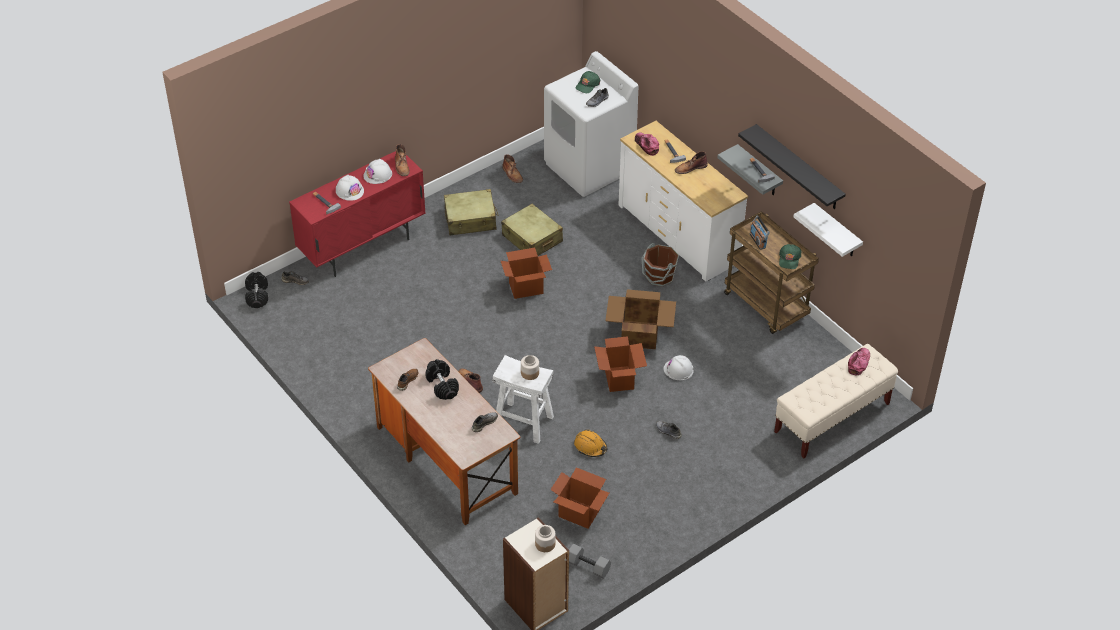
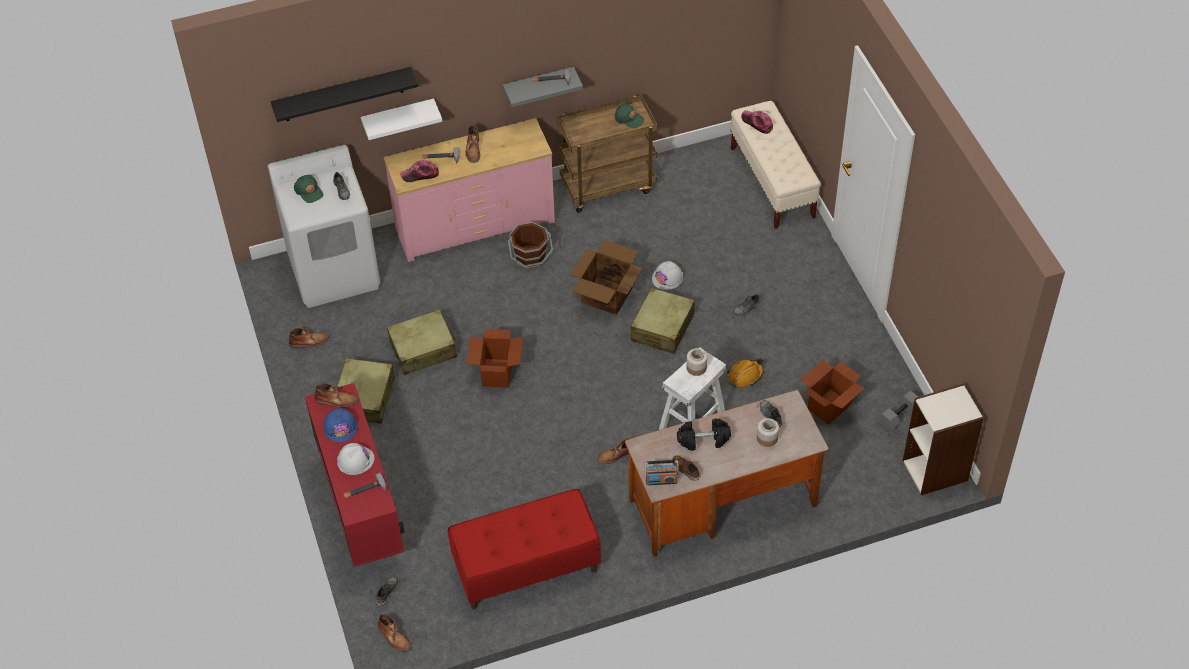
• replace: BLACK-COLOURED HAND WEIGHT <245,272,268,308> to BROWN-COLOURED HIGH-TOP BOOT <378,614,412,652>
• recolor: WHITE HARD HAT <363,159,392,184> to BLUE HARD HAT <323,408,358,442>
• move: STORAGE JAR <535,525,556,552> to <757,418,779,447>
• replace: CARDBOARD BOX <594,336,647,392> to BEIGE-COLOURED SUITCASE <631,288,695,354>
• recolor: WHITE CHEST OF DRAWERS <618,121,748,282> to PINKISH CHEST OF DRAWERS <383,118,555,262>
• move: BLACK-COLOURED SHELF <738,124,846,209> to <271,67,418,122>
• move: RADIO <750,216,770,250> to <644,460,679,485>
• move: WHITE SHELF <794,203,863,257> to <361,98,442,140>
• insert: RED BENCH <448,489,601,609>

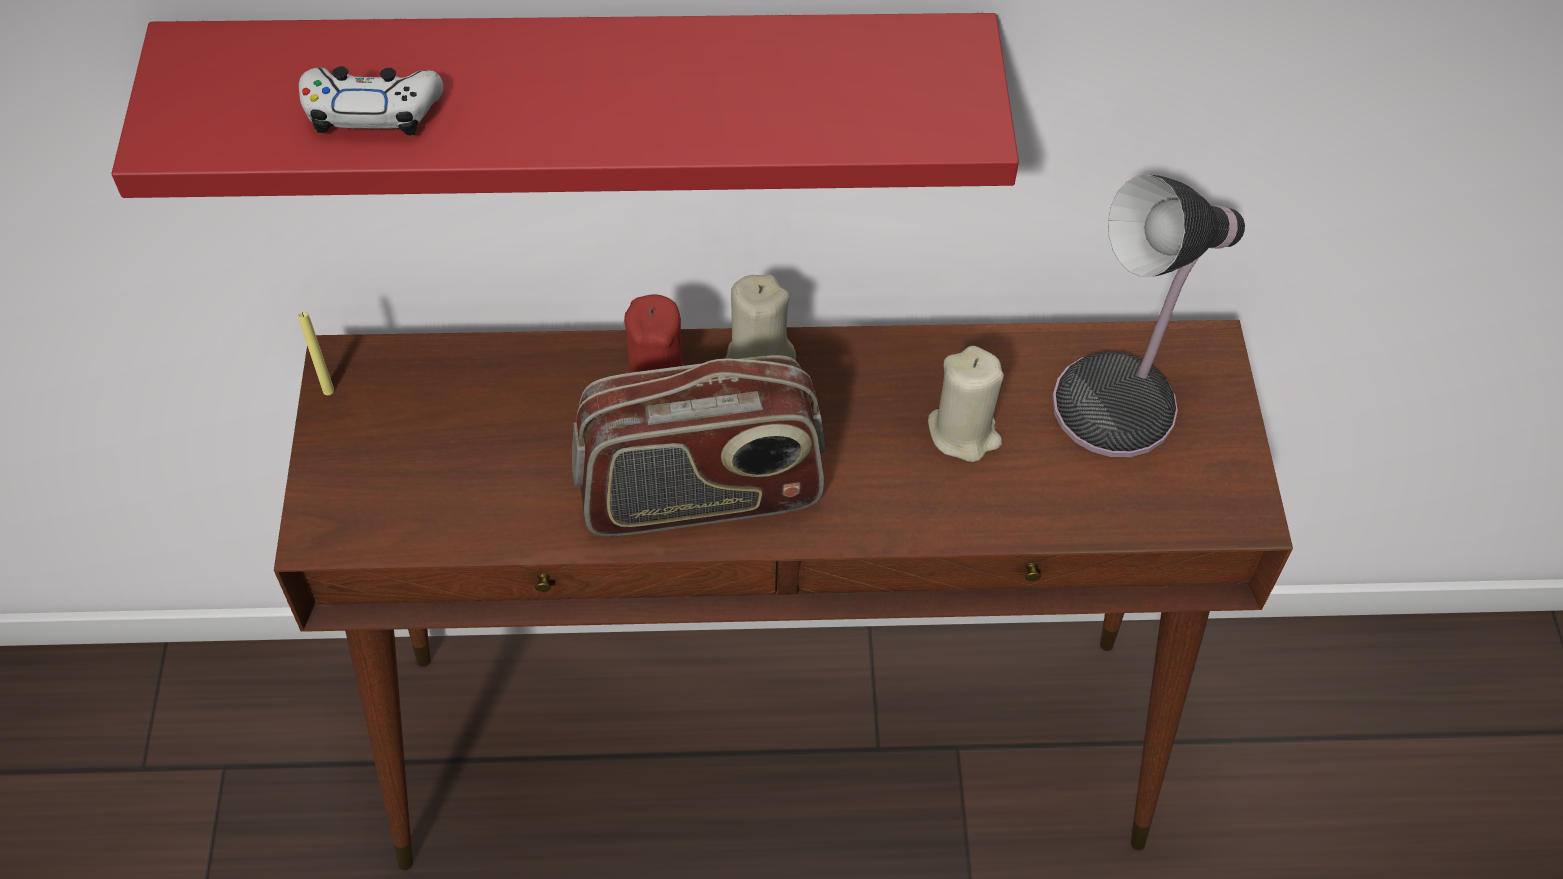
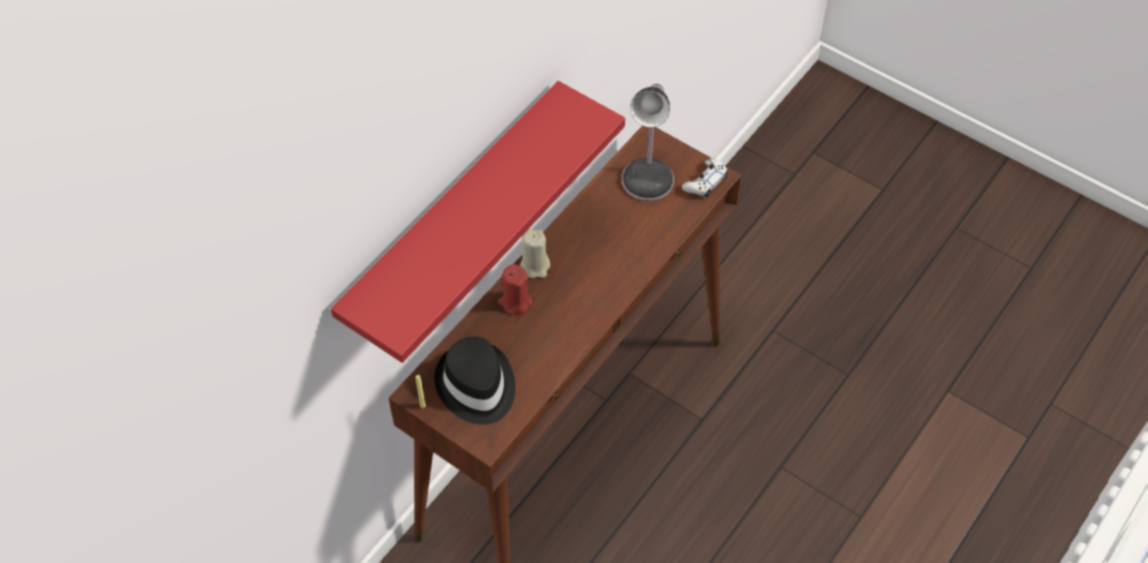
• move: WHITE JOYPAD <299,66,443,136> to <682,159,728,197>
• delete: RADIO <572,355,825,536>
• delete: BEIGE-COLOURED WAX LIGHT <928,346,1004,462>
• insert: BLACK-COLOURED HAT <435,336,515,425>

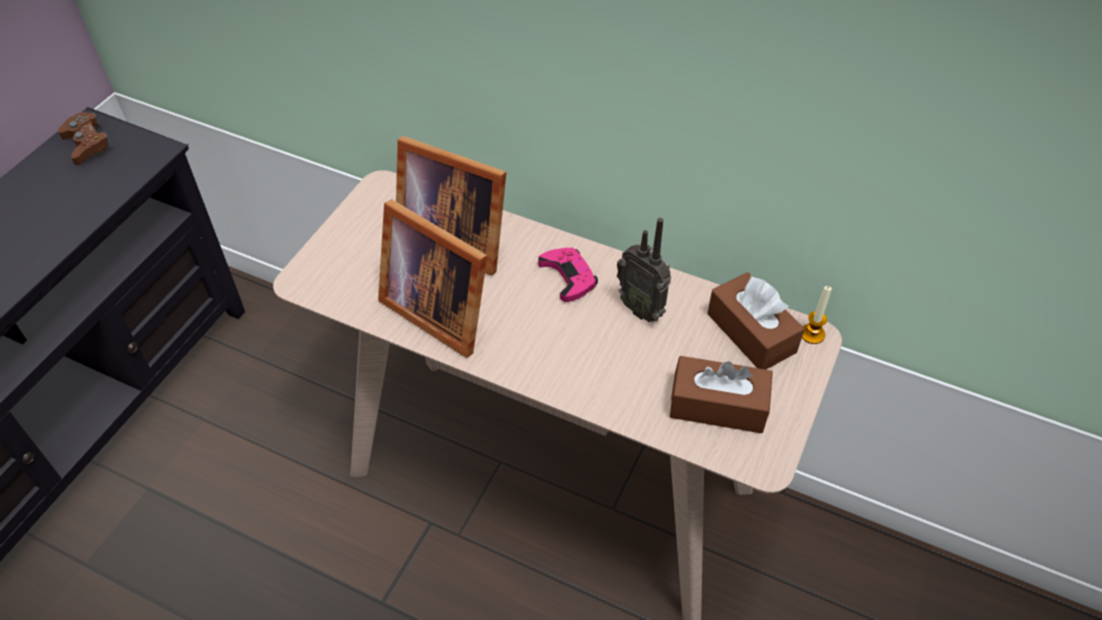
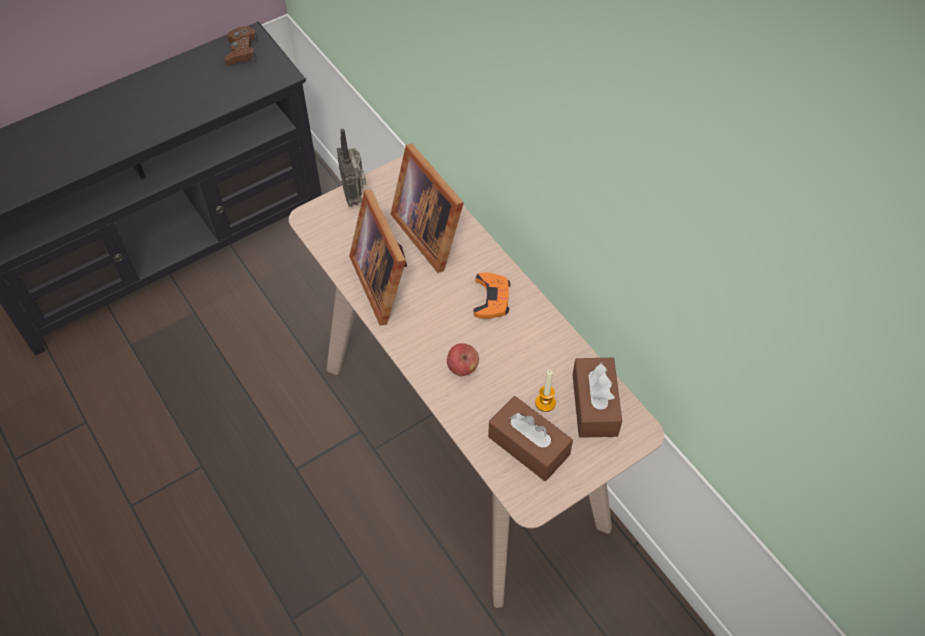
• recolor: PINKISH JOYPAD <538,248,598,302> to ORANGE-COLOURED JOYPAD <473,273,510,319>
• move: RADIO <616,218,671,322> to <337,129,367,207>
• move: WAX LIGHT <802,286,832,344> to <535,370,556,412>
• insert: WHOLE APPLE <447,343,479,376>

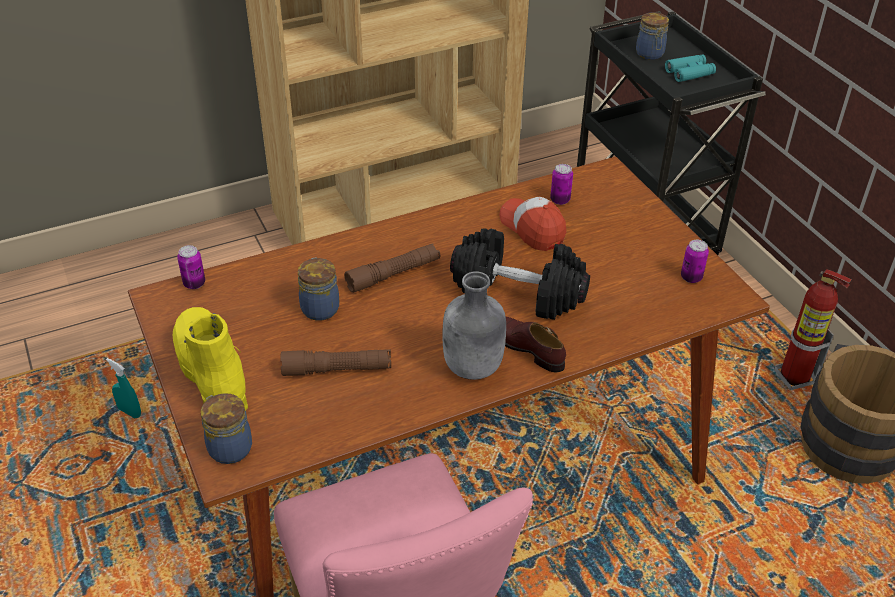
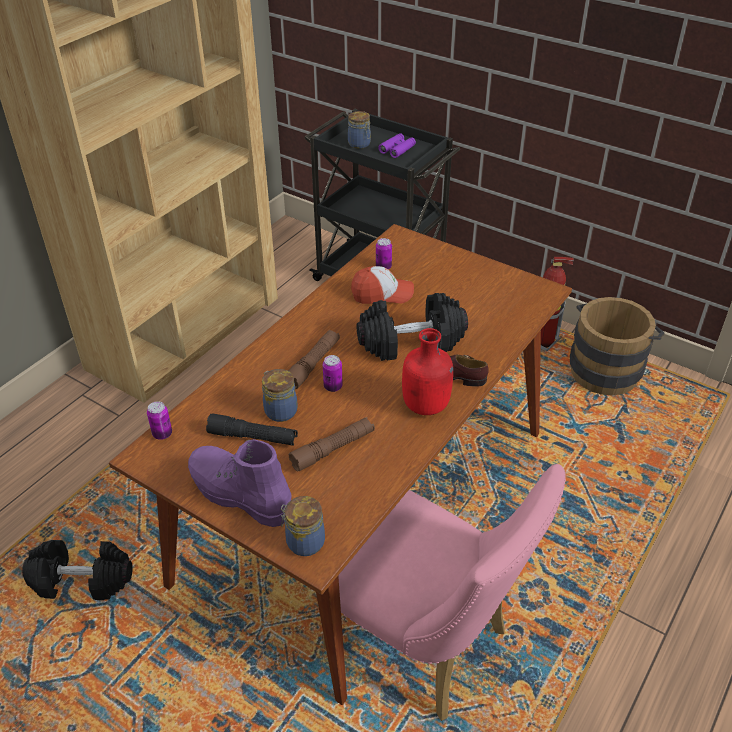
• replace: TURQUOISE-COLOURED HAND SPRAYER <106,358,141,418> to BLACK-COLOURED HAND WEIGHT <22,540,133,600>
• recolor: YELLOW HIGH-TOP BOOT <173,307,248,411> to PURPLISH HIGH-TOP BOOT <188,439,292,527>
• recolor: GRAY BOTTLE <442,271,506,380> to RED BOTTLE <402,328,453,415>
• rotate: CAP <499,197,566,251> = <351,266,414,304> 150 degrees clockwise
• recolor: TURQUOISE-COLOURED PAIR OF BINOCULARS <665,54,716,82> to PURPLISH PAIR OF BINOCULARS <378,133,416,158>
• move: METAL CAN <681,240,709,283> to <323,355,343,392>
• insert: BLACK-COLOURED FLASHLIGHT <206,413,298,446>

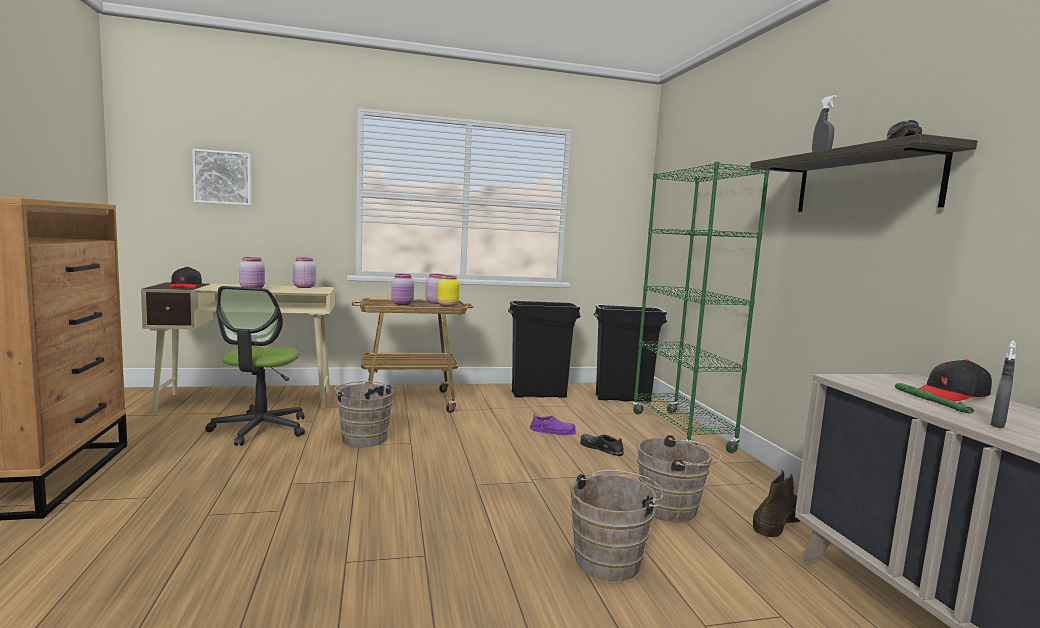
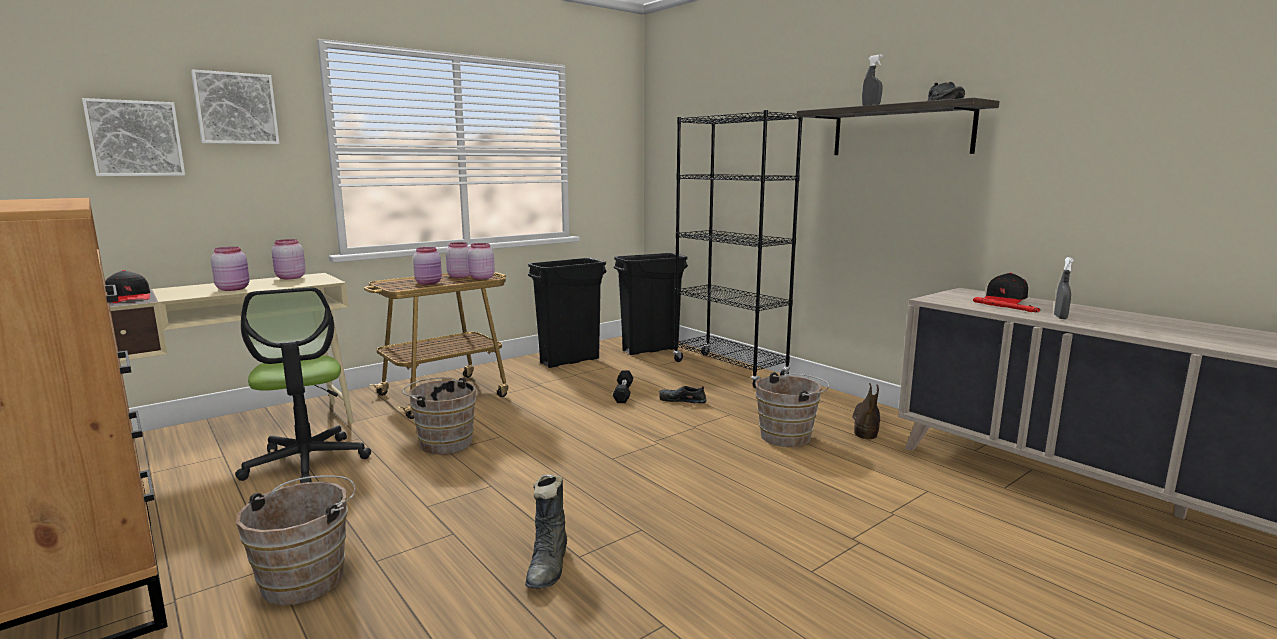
• recolor: YELLOW STORAGE JAR <437,275,459,307> to PINKISH STORAGE JAR <468,243,495,280>
• replace: PURPLISH LOW SHOE <530,414,576,435> to BLACK-COLOURED HAND WEIGHT <613,370,633,403>
• move: BROWN-COLOURED BUCKET <570,470,663,581> to <236,475,356,605>
• recolor: GREEN-COLOURED BOOKSHELF <632,162,770,453> to BLACK-COLOURED BOOKSHELF <673,110,803,388>
• recolor: GREEN-COLOURED FLASHLIGHT <895,383,974,414> to RED FLASHLIGHT <973,297,1040,313>
• insert: WALL PICTURE <191,69,279,144>
• insert: BLACK-COLOURED HIGH-TOP BOOT <525,474,567,589>

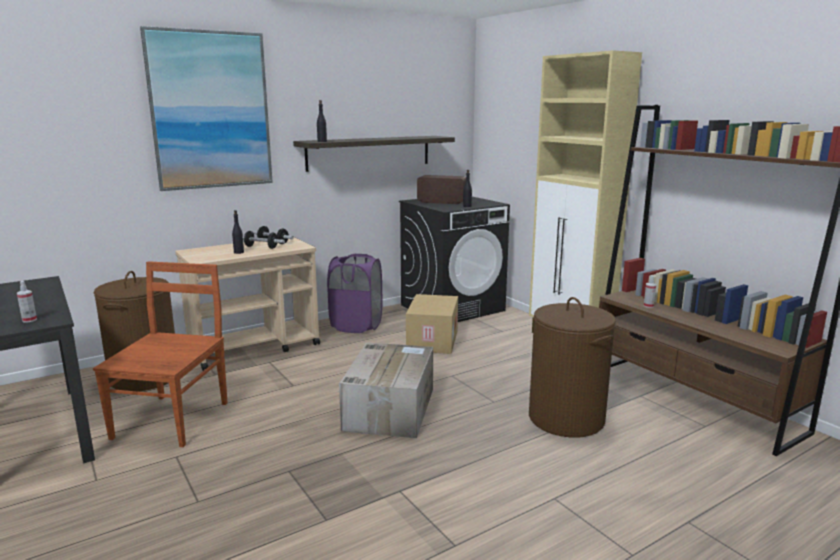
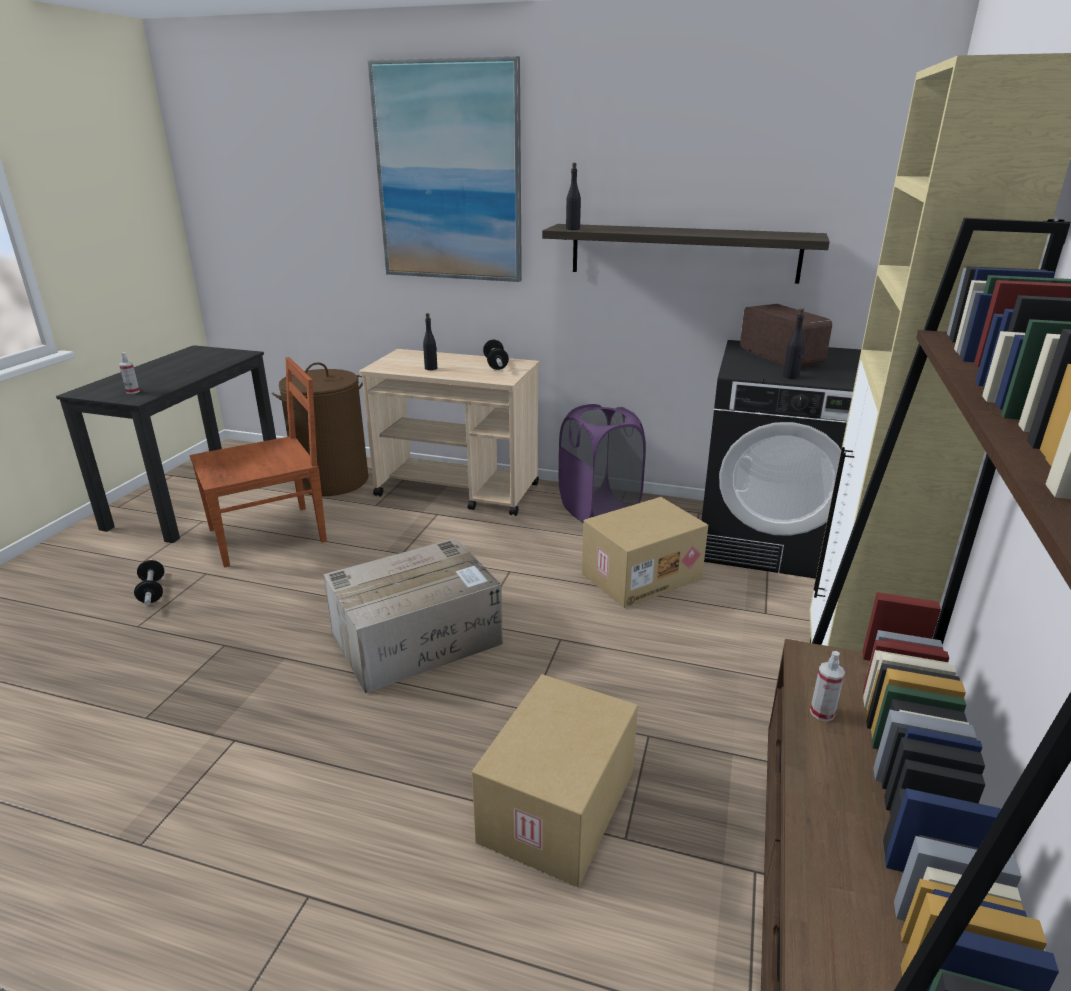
• move: HAND WEIGHT <243,231,285,249> to <134,559,164,605>
• replace: BROWN-COLOURED HAMPER <529,297,616,438> to CARDBOARD BOX <472,674,638,887>

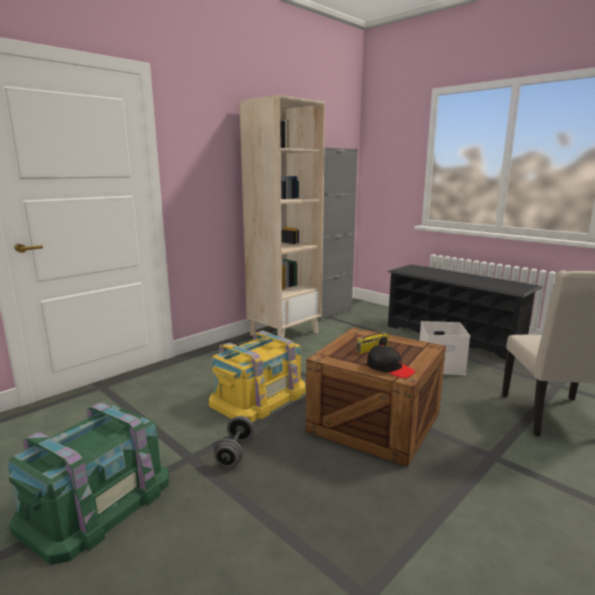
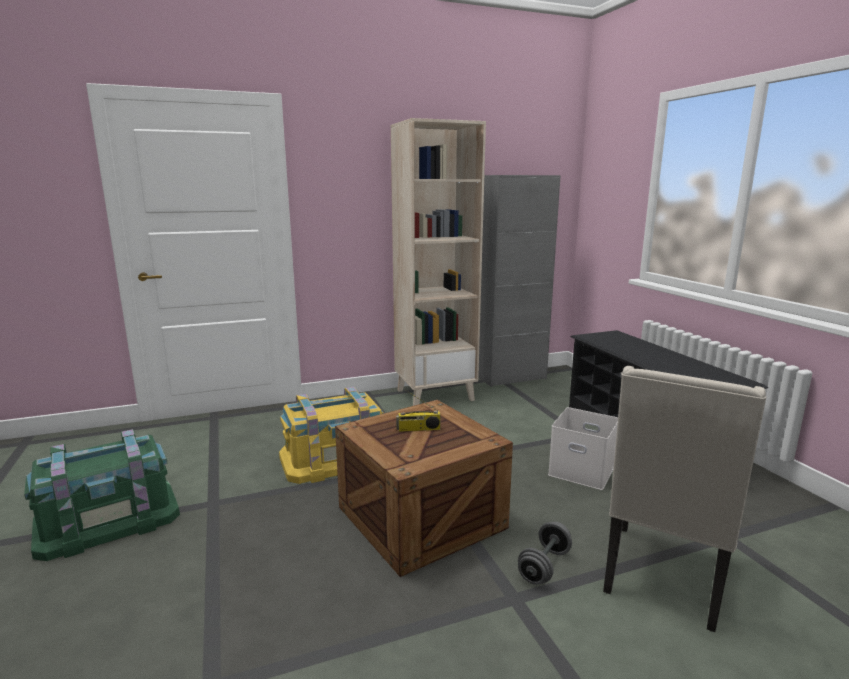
• move: GRAY HAND WEIGHT <214,416,254,467> to <518,522,572,585>
• delete: BLACK-COLOURED CAP <367,345,415,378>

